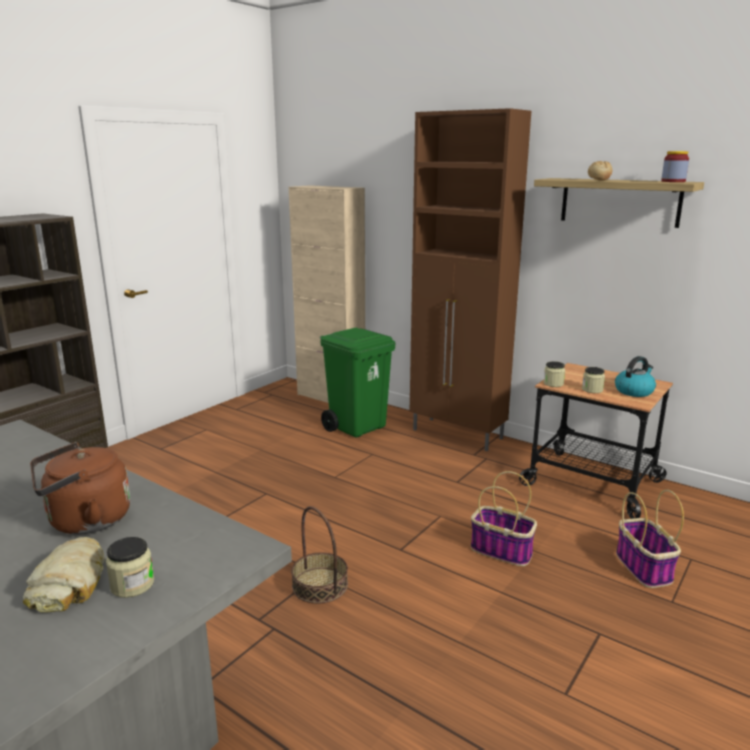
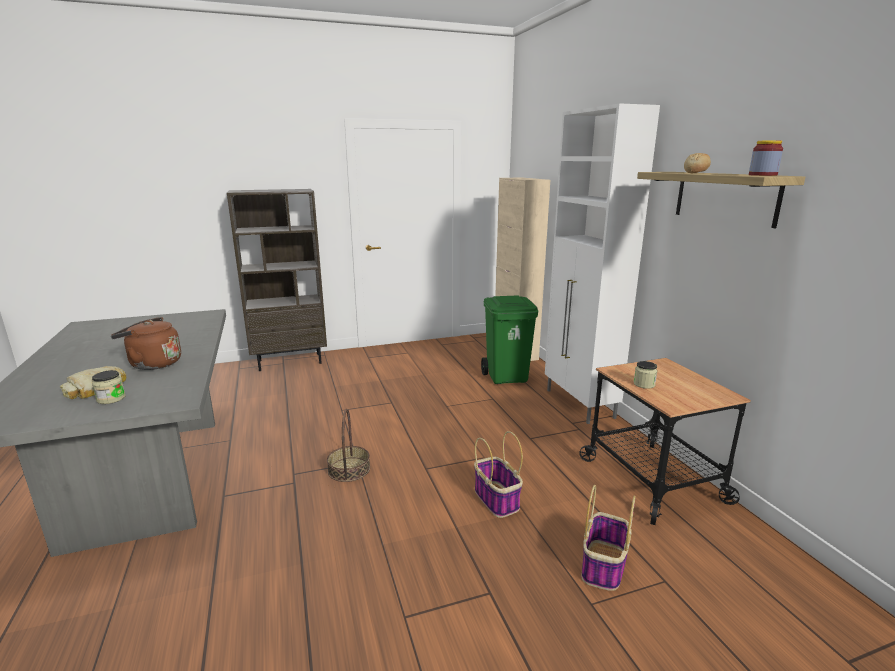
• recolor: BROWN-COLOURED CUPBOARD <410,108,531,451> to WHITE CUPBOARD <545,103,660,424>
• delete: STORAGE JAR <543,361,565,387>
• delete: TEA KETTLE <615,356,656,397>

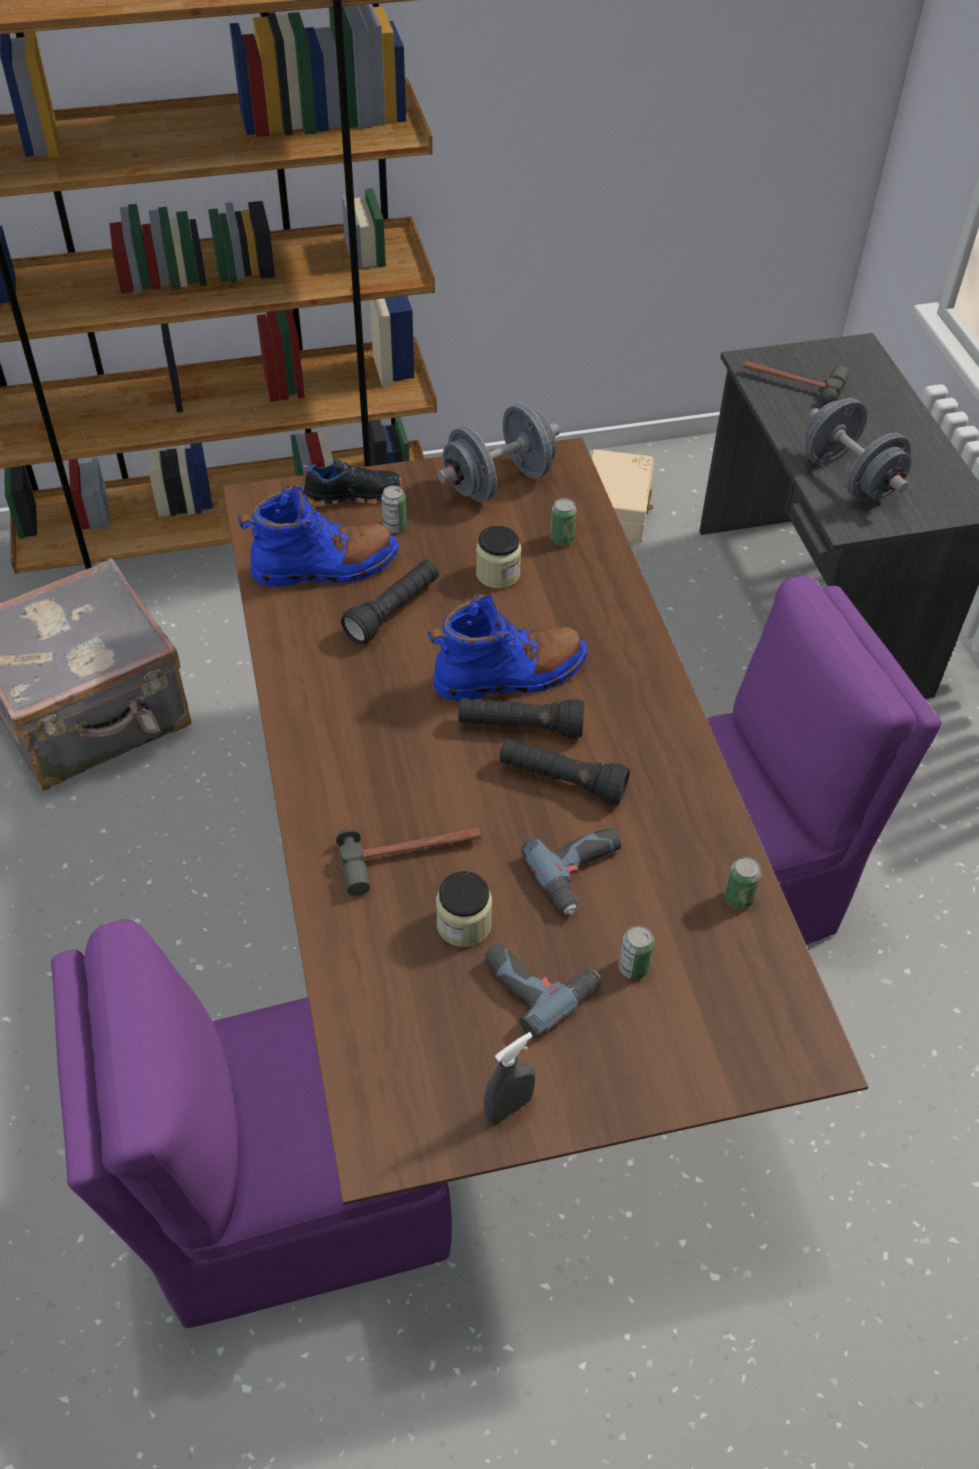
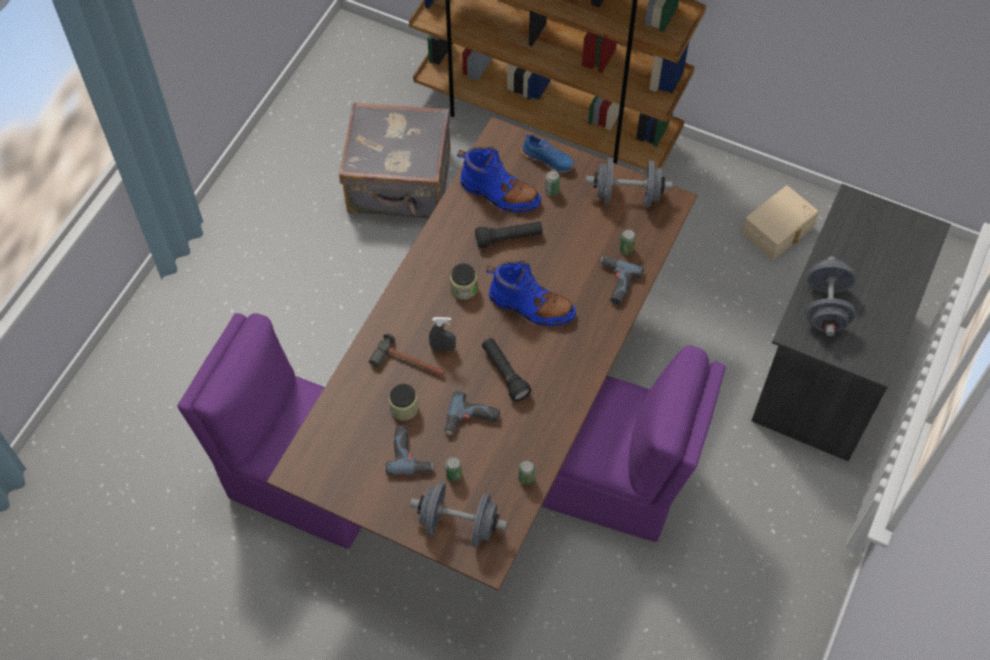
• recolor: BLACK-COLOURED LOW SHOE <302,459,401,507> to BLUE LOW SHOE <521,133,574,173>
• delete: BLACK-COLOURED FLASHLIGHT <458,698,584,739>
• move: STORAGE JAR <476,526,521,588> to <450,263,477,300>
• move: GRAY HAND SPRAYER <484,1032,535,1124> to <429,317,456,351>
• delete: HAMMER <743,361,850,404>
• insert: GRAY HAND WEIGHT <410,482,507,546>
• insert: POWER DRILL <600,256,644,304>

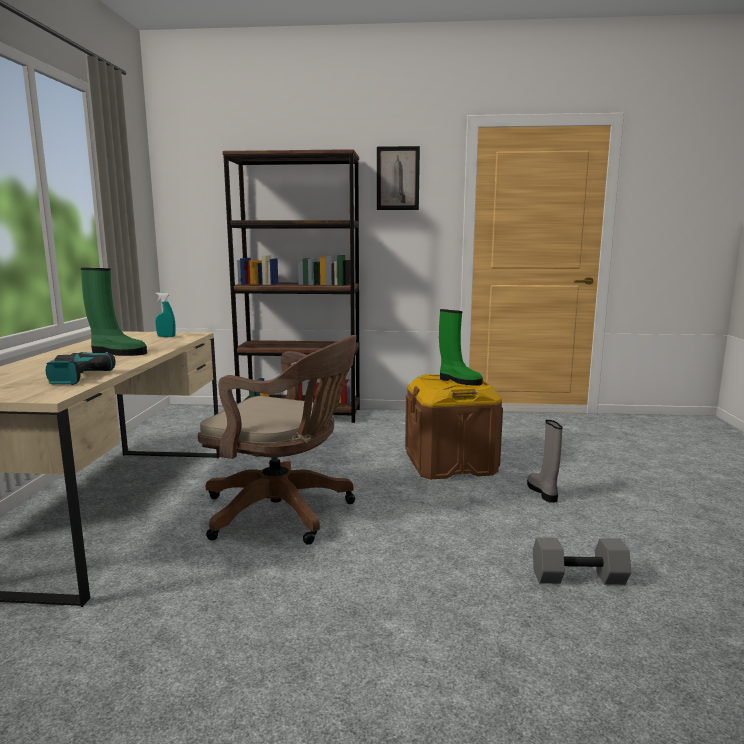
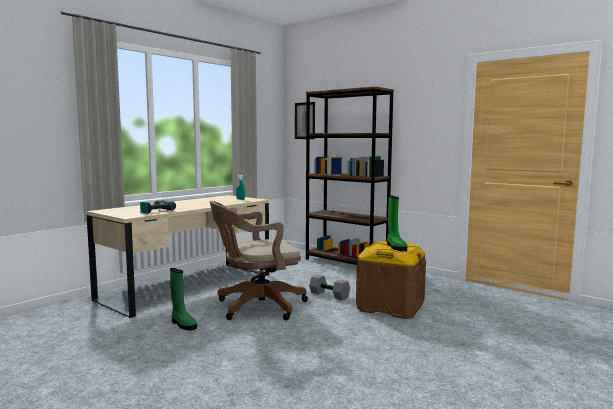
• move: GREEN-COLOURED HIGH-TOP BOOT <81,268,147,356> to <170,268,197,331>
• rotate: BROWN-COLOURED COMPUTER CHAIR <198,335,357,545> = <210,201,308,320> 105 degrees clockwise
• move: WALL PICTURE <377,146,420,210> to <295,102,315,139>
• delete: GRAY HIGH-TOP BOOT <527,420,563,503>
• move: GRAY HAND WEIGHT <533,538,631,585> to <309,275,350,300>

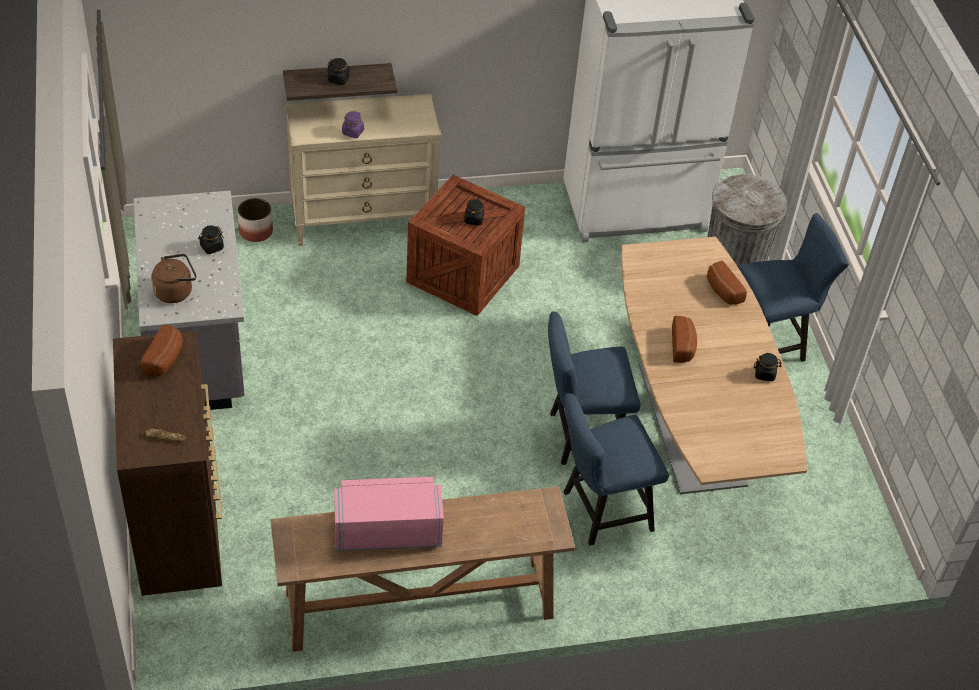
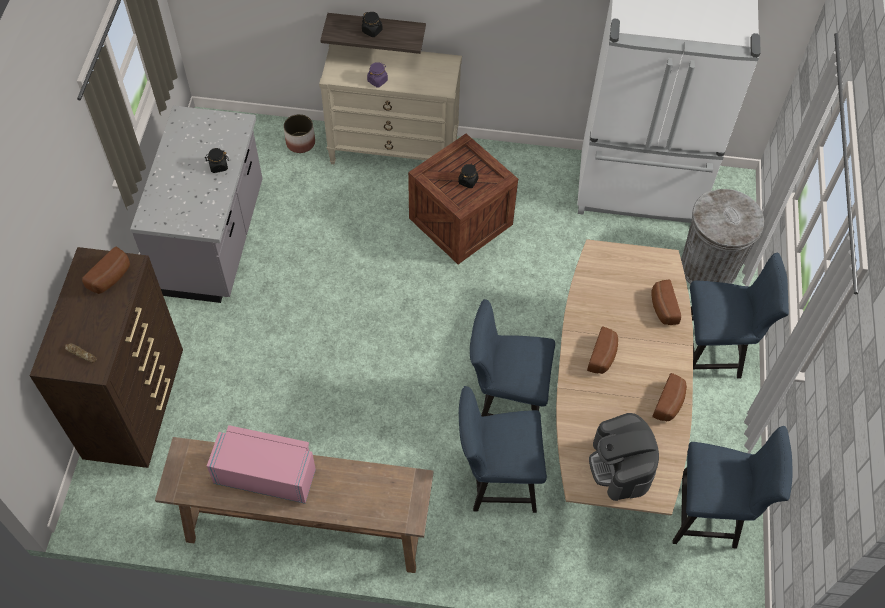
• delete: BROWN-COLOURED TEA KETTLE <151,254,196,303>
• replace: BLACK-COLOURED STORAGE JAR <754,353,781,381> to BAKED BREAD <652,373,687,421>
• insert: COFFEE MACHINE <589,413,659,501>
• insert: BLUE PLAIN CHAIR <673,426,793,549>

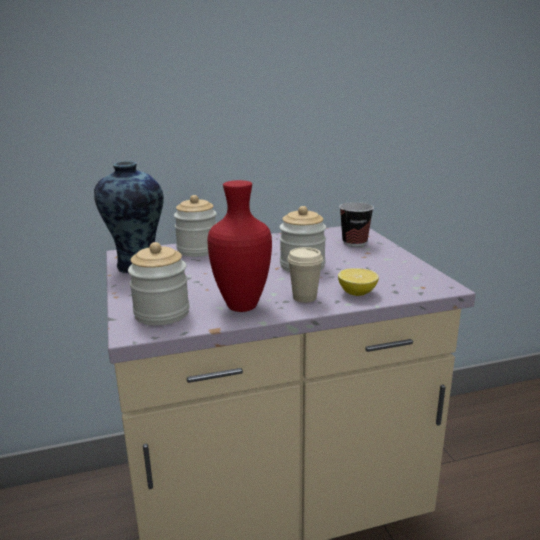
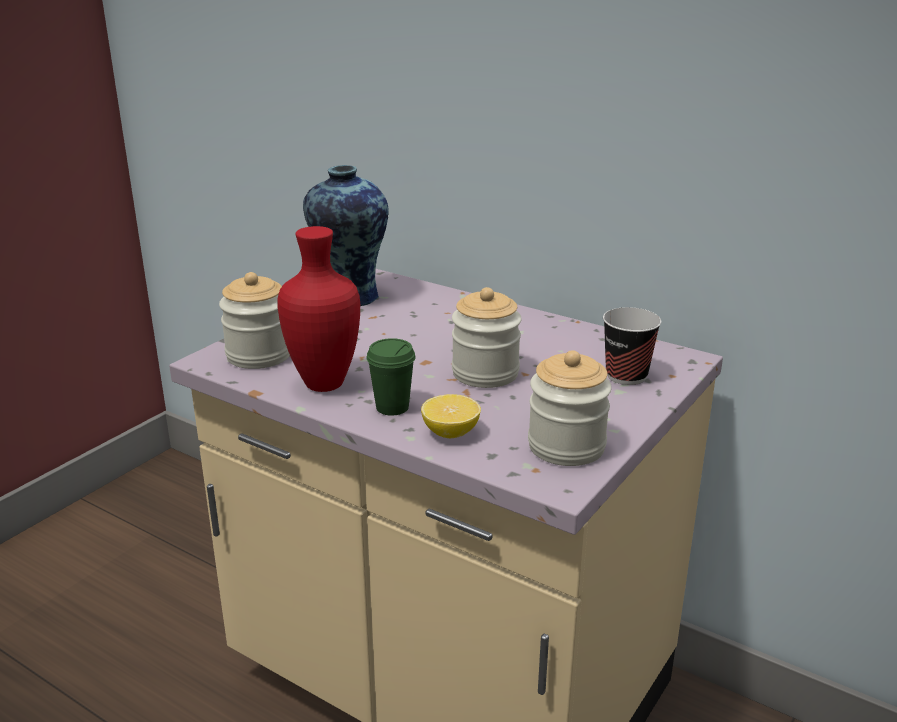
• move: STORAGE JAR <174,195,217,257> to <528,350,612,466>
• recolor: BEIGE-COLOURED CUP <287,247,323,303> to GREEN-COLOURED CUP <366,338,416,416>

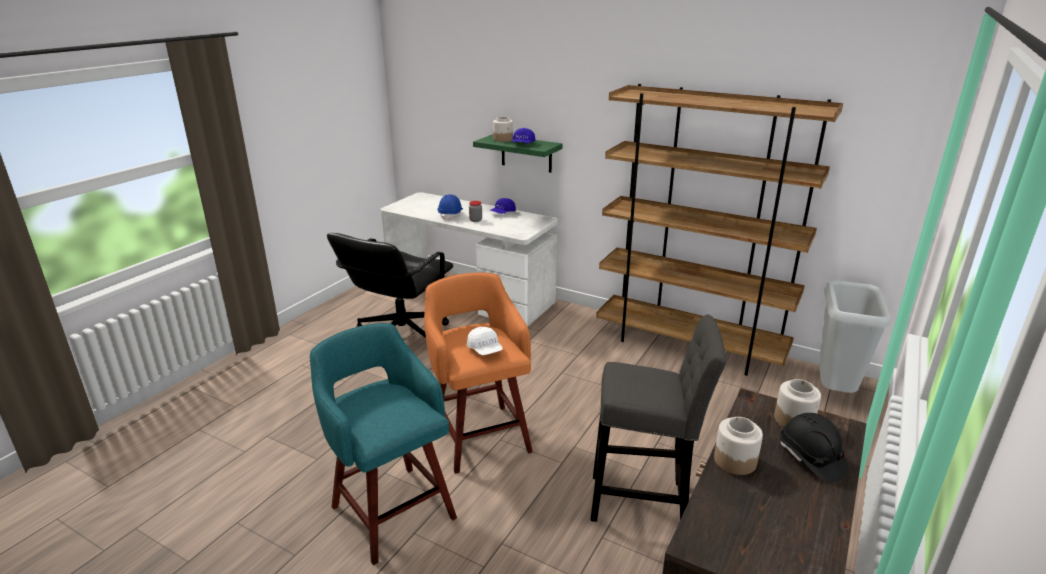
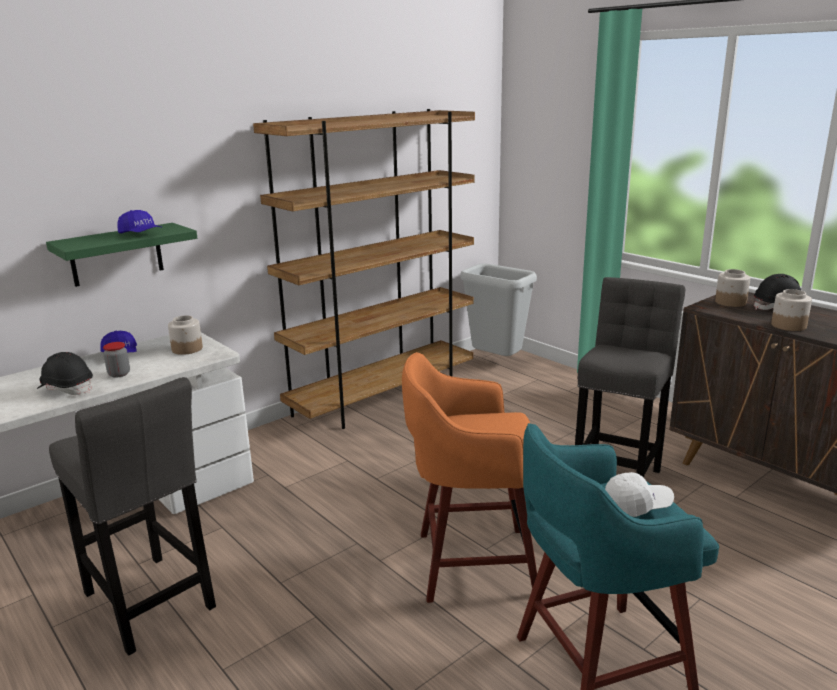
• replace: BLACK-COLOURED COMPUTER CHAIR <327,233,453,338> to GRAY SITTING STOOL <49,377,216,656>
• recolor: BLUE HARD HAT <437,194,463,221> to BLACK-COLOURED HARD HAT <37,352,93,395>
• move: WHITE CAP <467,327,503,355> to <605,472,674,517>
• move: STORAGE JAR <493,117,513,142> to <168,315,203,355>

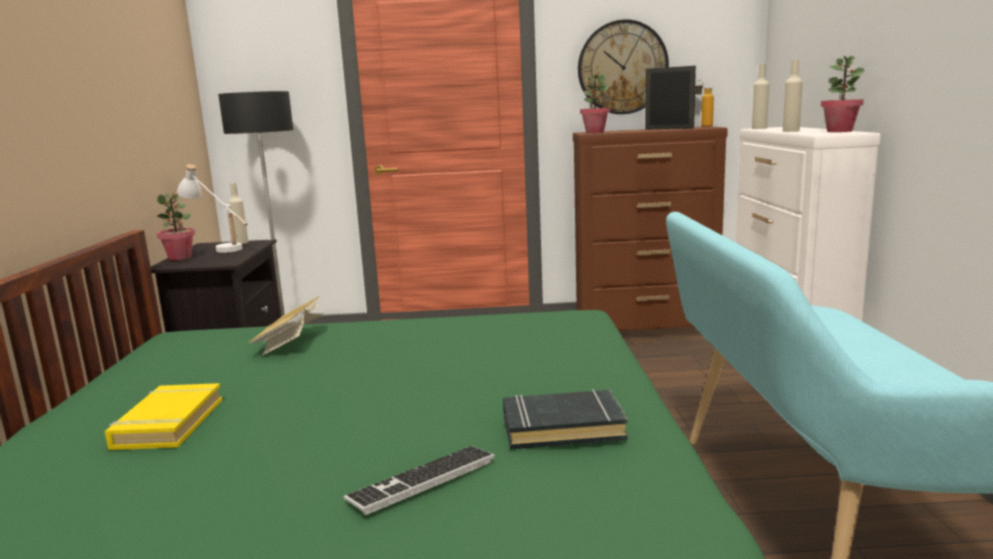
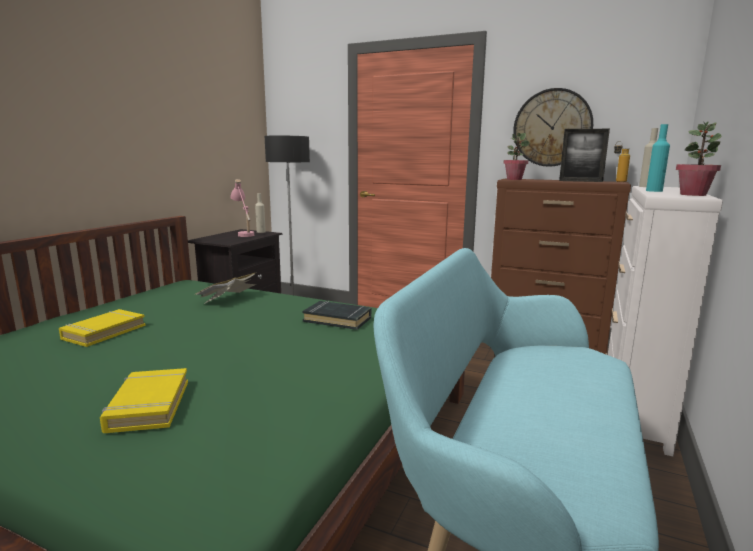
• delete: POTTED PLANT <157,193,195,260>
• recolor: WHITE TABLE LAMP <177,164,248,253> to PINKISH TABLE LAMP <230,179,254,237>
• replace: PC KEYBOARD <344,446,495,515> to YELLOW BOOK <100,368,188,433>
• move: BLACK-COLOURED BOOK <503,389,628,449> to <303,301,371,330>
• rotate: PICTURE FRAME <645,66,696,130> = <559,129,610,182> 150 degrees clockwise
• recolor: BEIGE-COLOURED BOTTLE <783,60,803,132> to TURQUOISE-COLOURED BOTTLE <646,124,670,192>

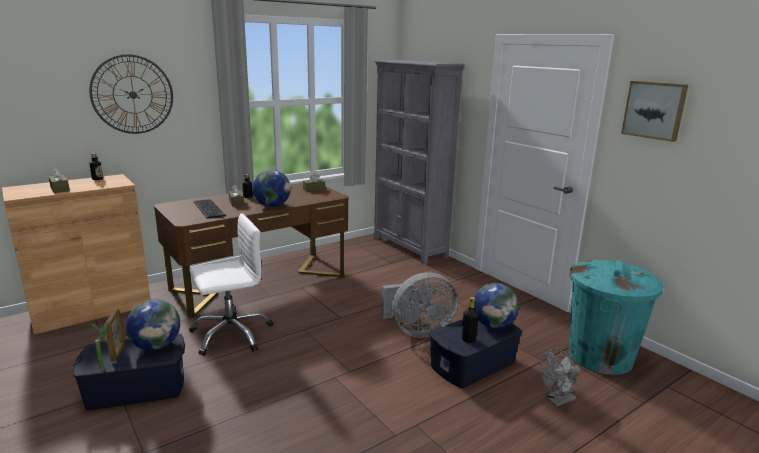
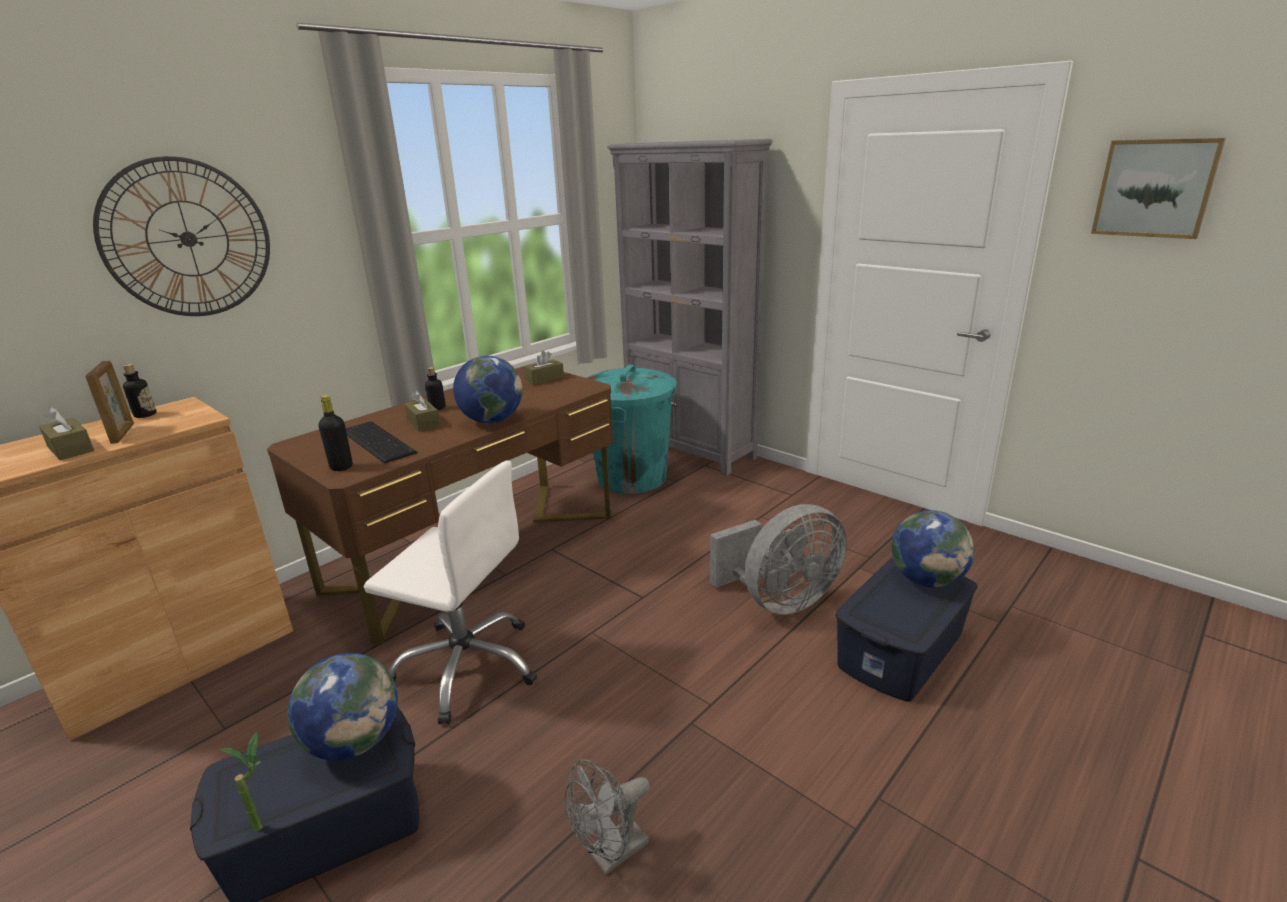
• move: PICTURE FRAME <105,308,125,362> to <85,360,134,444>
• rotate: WHITE COMPUTER CHAIR <189,213,273,356> = <364,461,537,725> 60 degrees clockwise
• move: BLACK-COLOURED BOTTLE <462,297,479,343> to <319,395,353,471>
• move: GRAY FAN <540,349,581,407> to <565,759,650,875>
• move: TURQUOISE-COLOURED RUBBISH BIN <569,260,664,375> to <587,365,677,494>

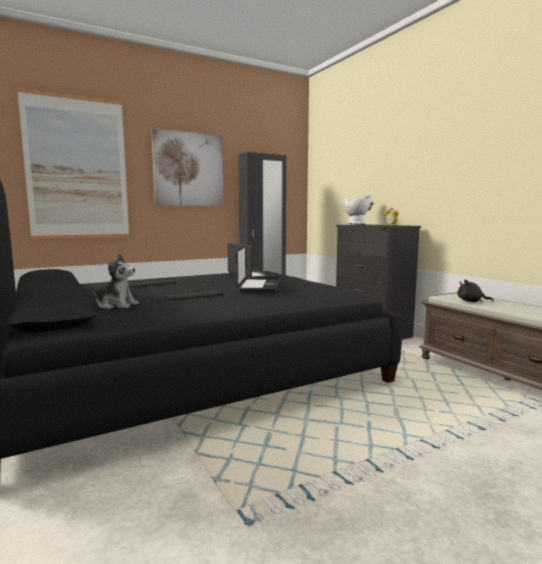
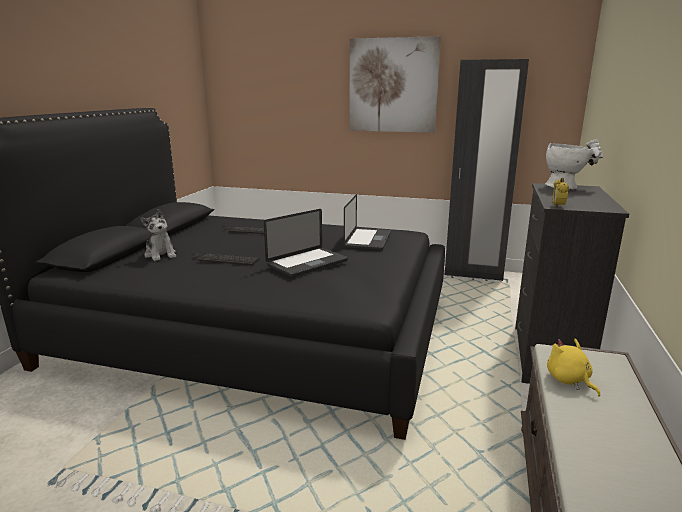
• delete: WALL PICTURE <17,88,129,239>
• recolor: BLACK-COLOURED SOFT TOY <458,280,494,302> to YELLOW SOFT TOY <547,339,600,396>

